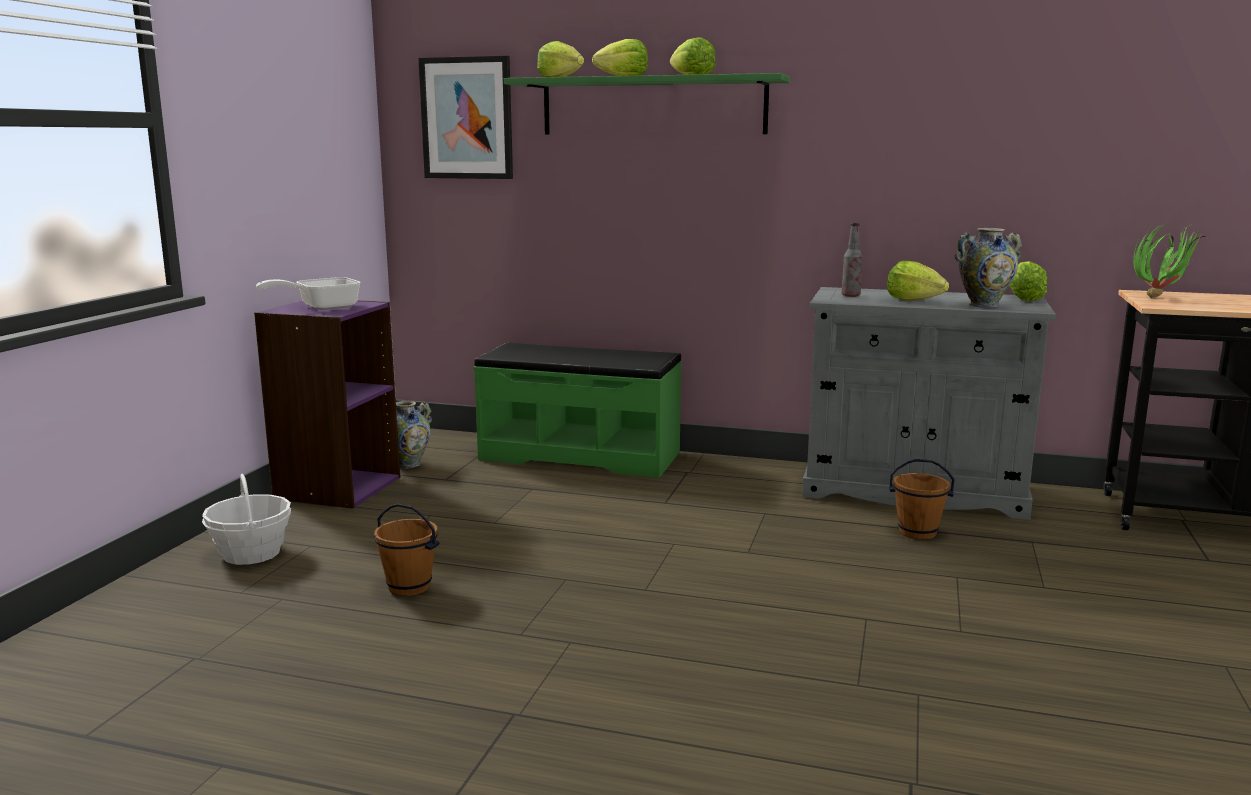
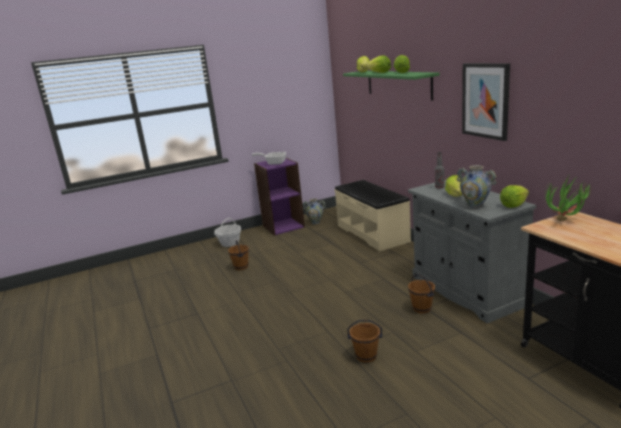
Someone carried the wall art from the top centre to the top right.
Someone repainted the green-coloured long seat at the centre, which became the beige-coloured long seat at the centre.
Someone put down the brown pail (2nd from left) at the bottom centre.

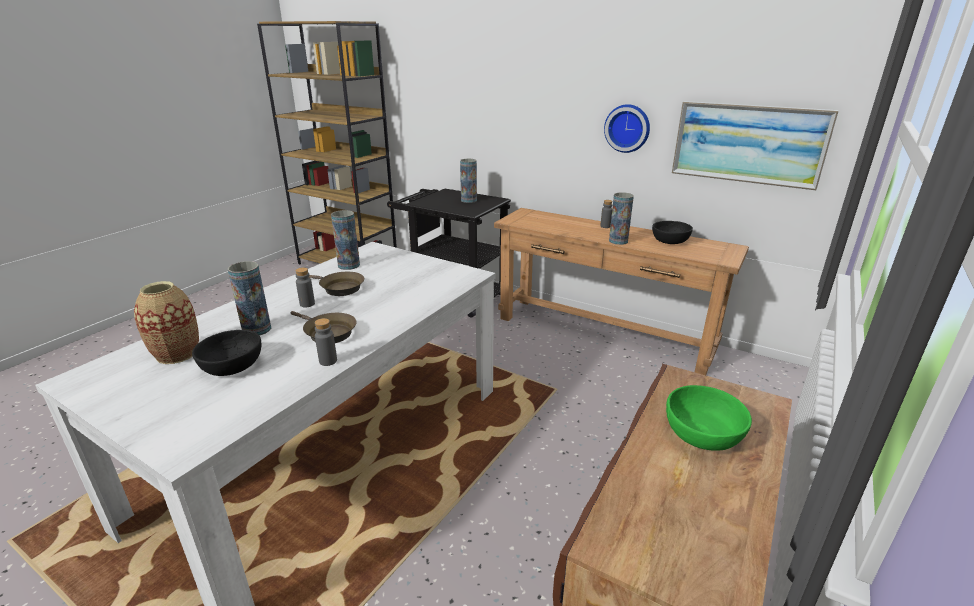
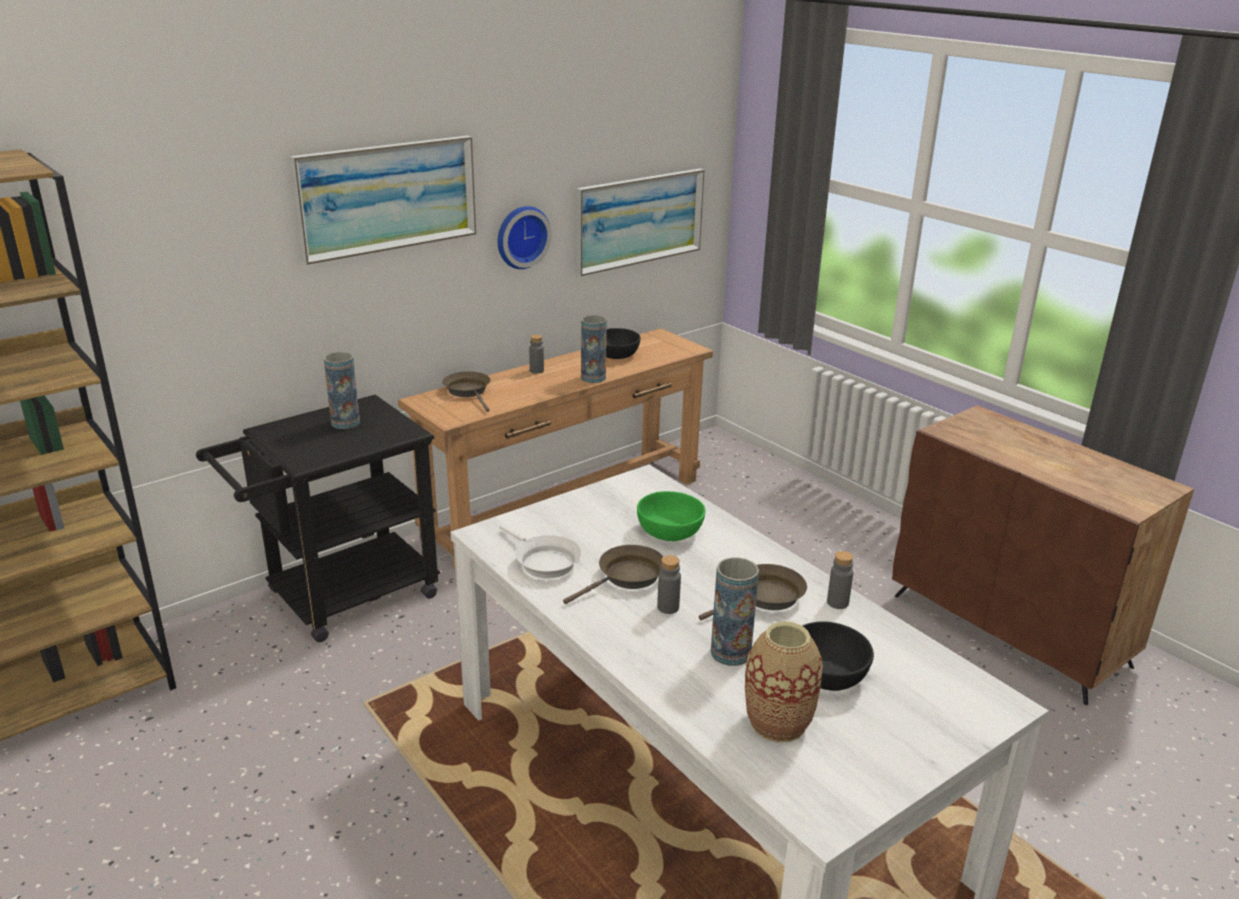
Someone swapped the decorative vase (3rd from left) at the centre for the white-coloured pan at the centre.
Someone carried the green-coloured serving bowl from the bottom right to the centre.
Someone put up the wall art (1st from left) at the top left.
Someone put down the brown pan (1st from left) at the centre.

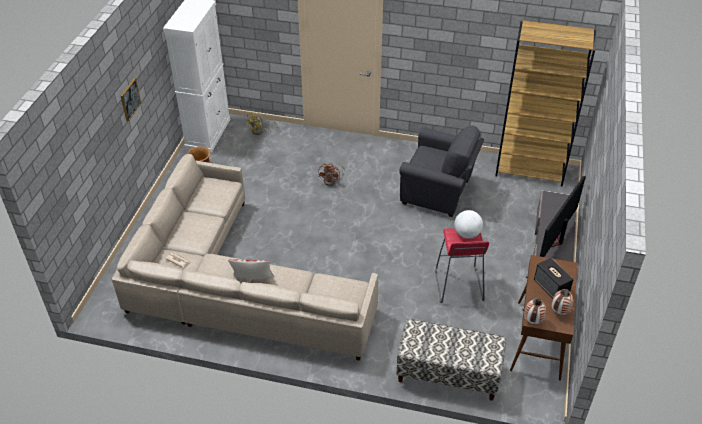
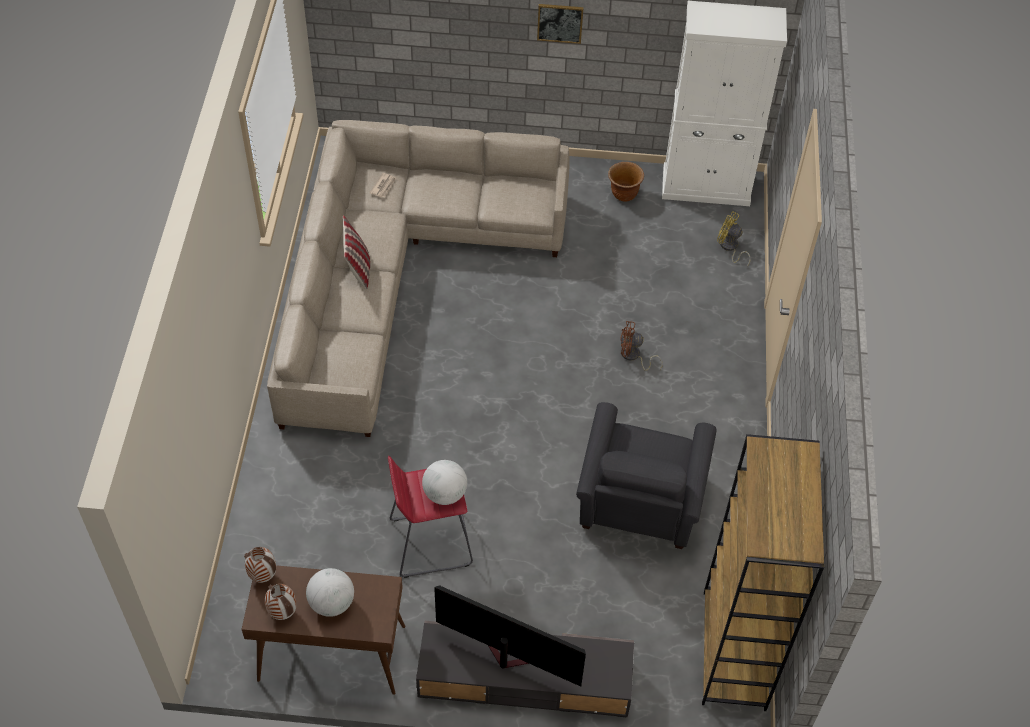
Someone swapped the audio speaker at the middle right for the world globe (1st from left) at the bottom left.
Someone took away the long seat at the bottom centre.

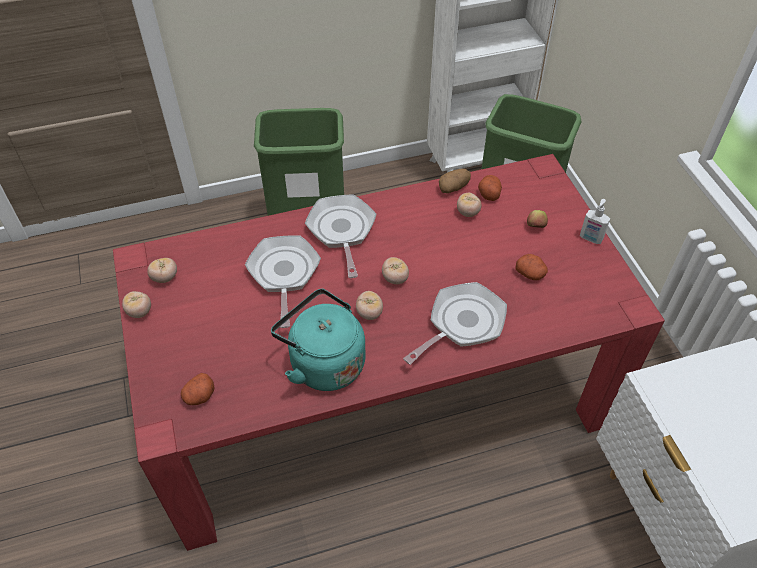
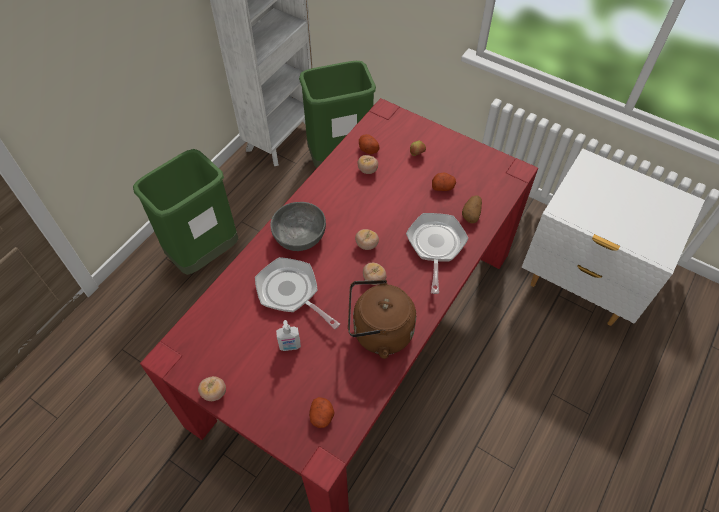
Someone carried the potato (2nd from left in the first image) from the top centre to the centre.
Someone swapped the pan (2nd from left) at the centre for the gray serving bowl at the centre.
Someone carried the soap bottle from the middle right to the centre.
Someone took away the fresh tomato (2nd from left) at the middle left.
Someone repainted the turquoise-coloured kettle at the centre, which became the brown kettle at the centre.

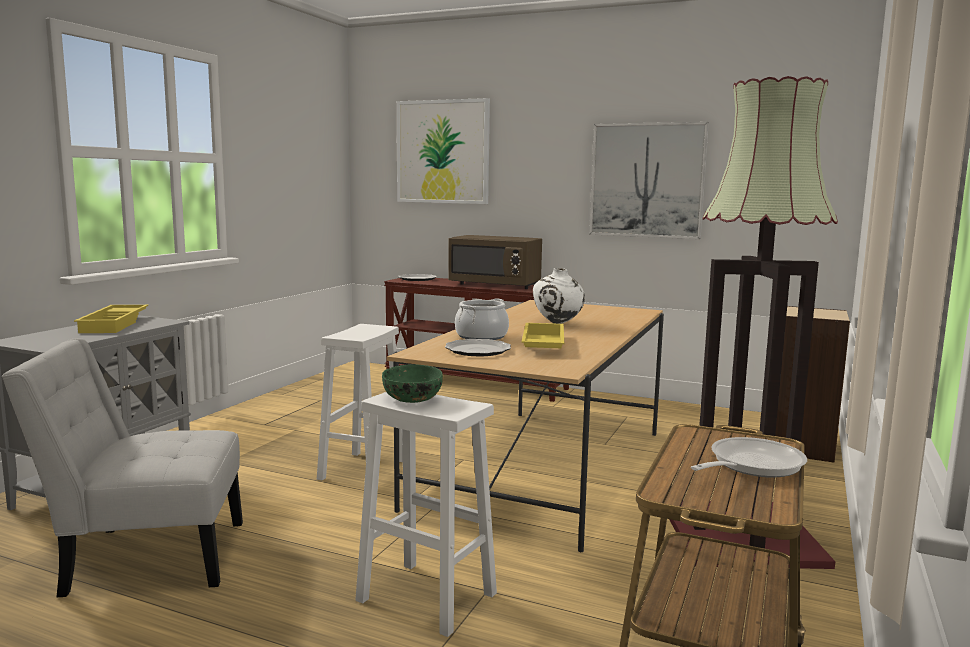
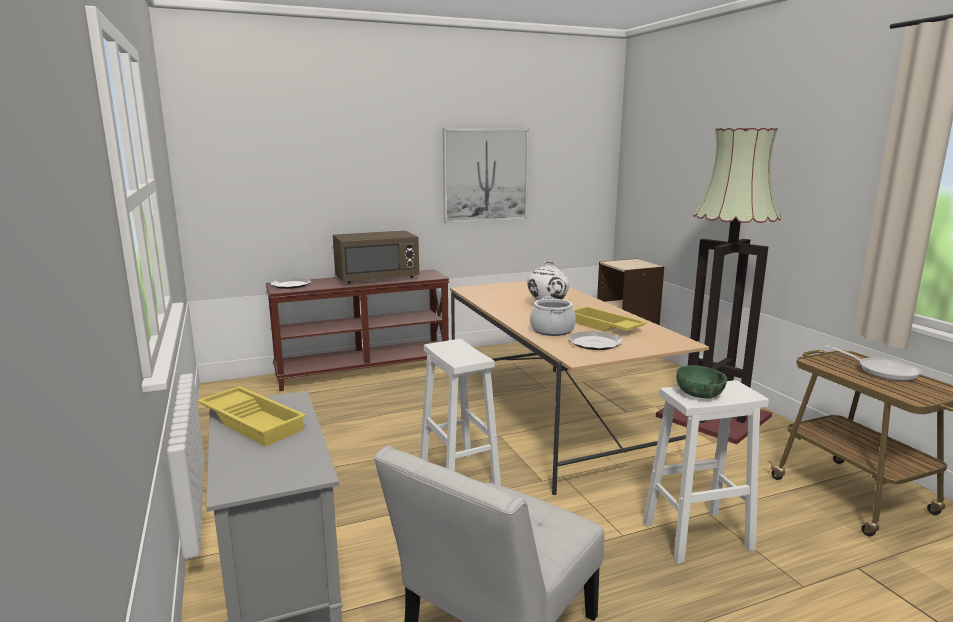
Someone took away the wall art (1st from left) at the top centre.
Someone rotated the pan at the bottom right by 135 degrees clockwise.

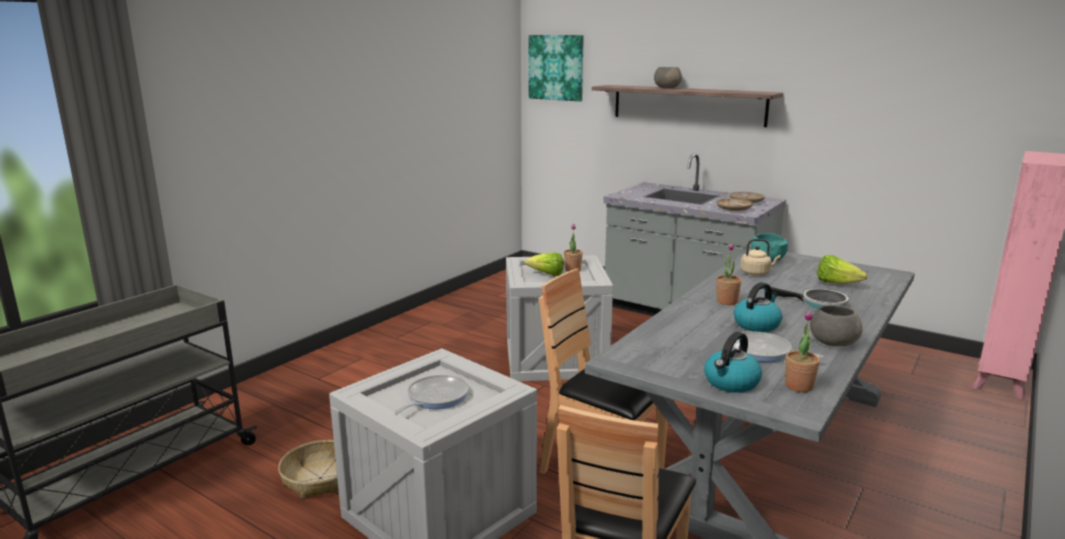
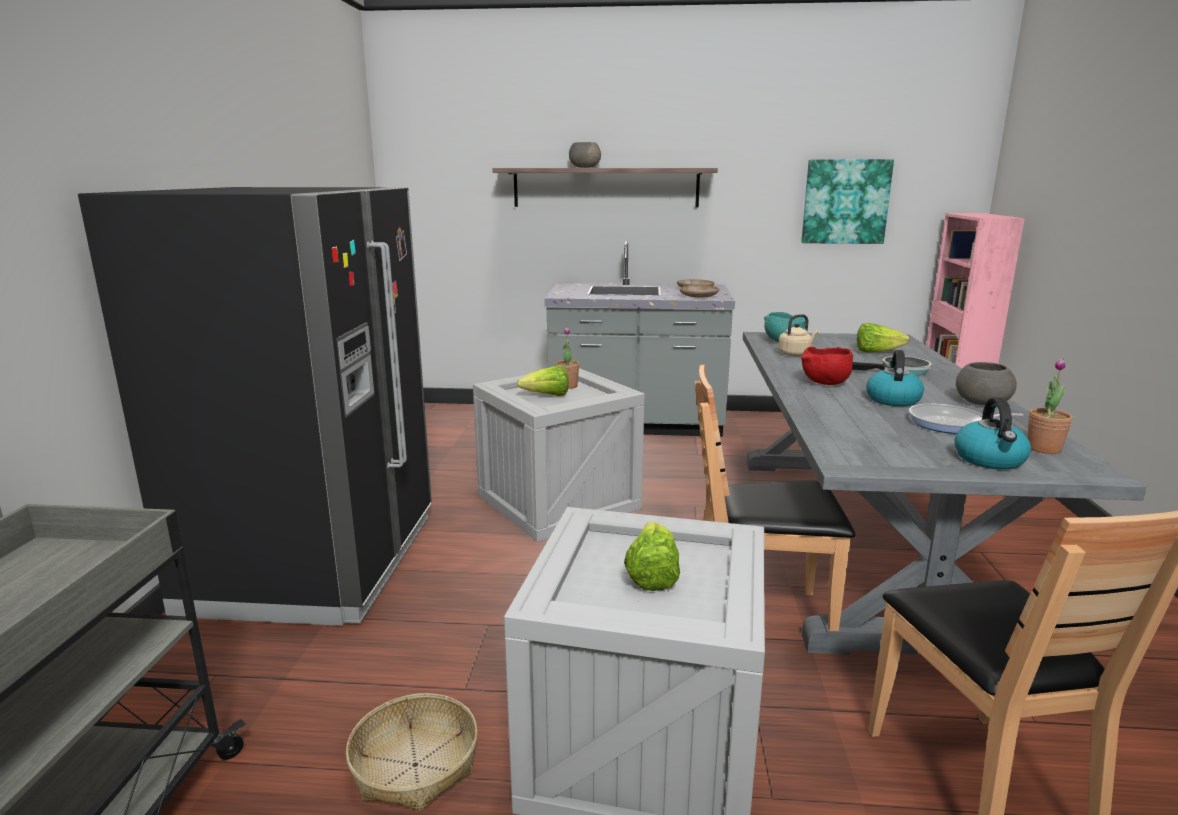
Someone carried the wall art from the top centre to the top right.
Someone swapped the houseplant (2nd from left) at the middle right for the red serving bowl at the middle right.
Someone swapped the pan (1st from left) at the bottom centre for the lettuce head (2nd from left) at the bottom centre.
Someone put down the black kitchen fridge at the middle left.

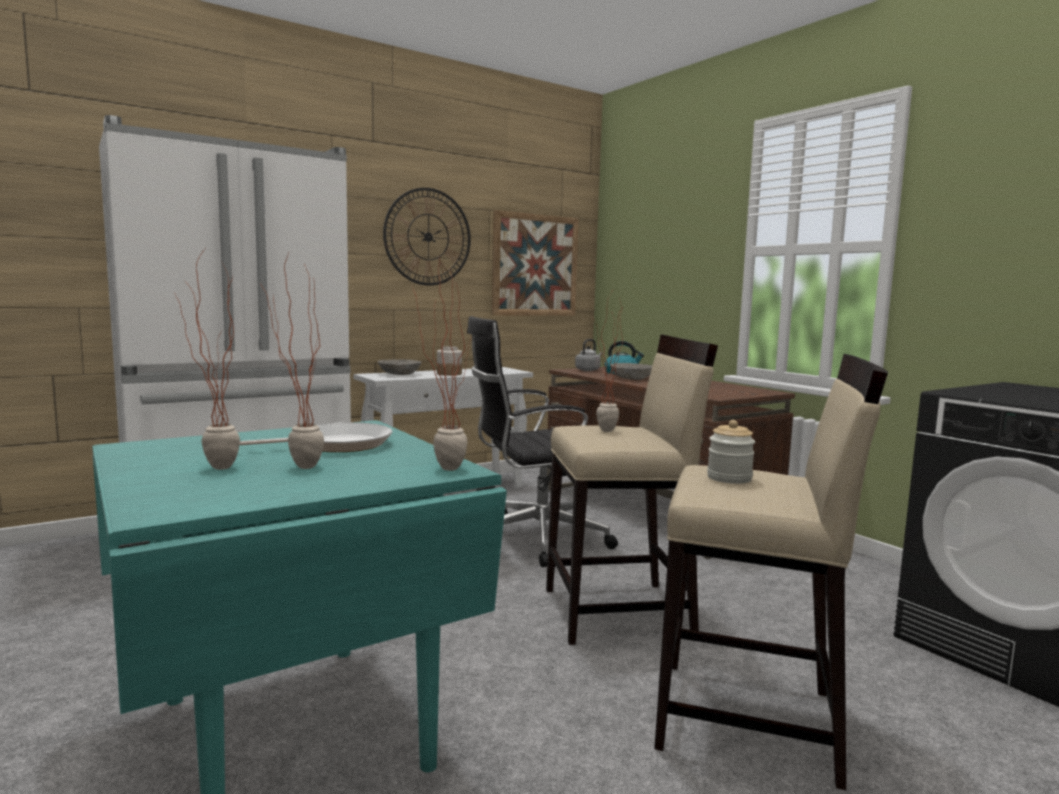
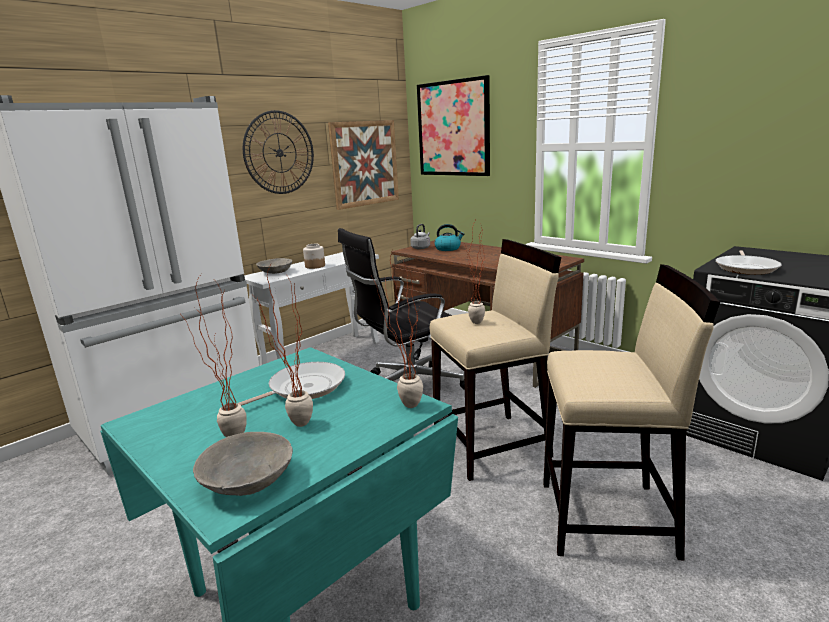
Someone carried the gray serving bowl (2nd from left in the first image) from the centre to the bottom left.
Someone took away the preserve jar (2nd from left) at the middle right.
Someone put up the wall art (2nd from left) at the top centre.
Someone put down the pan (2nd from left) at the middle right.

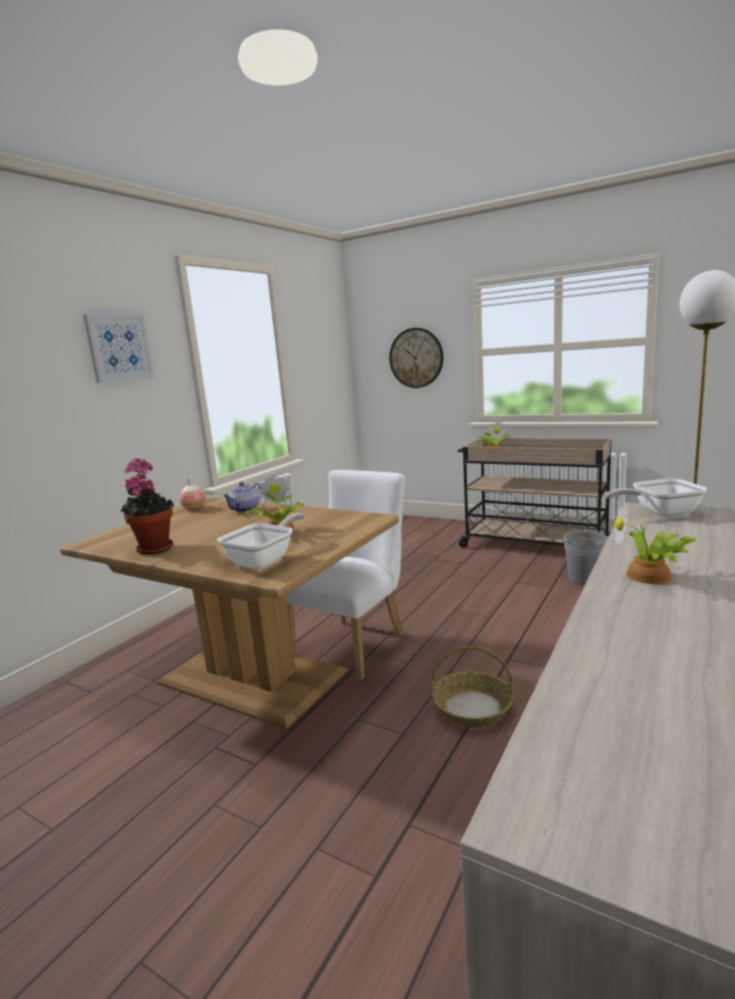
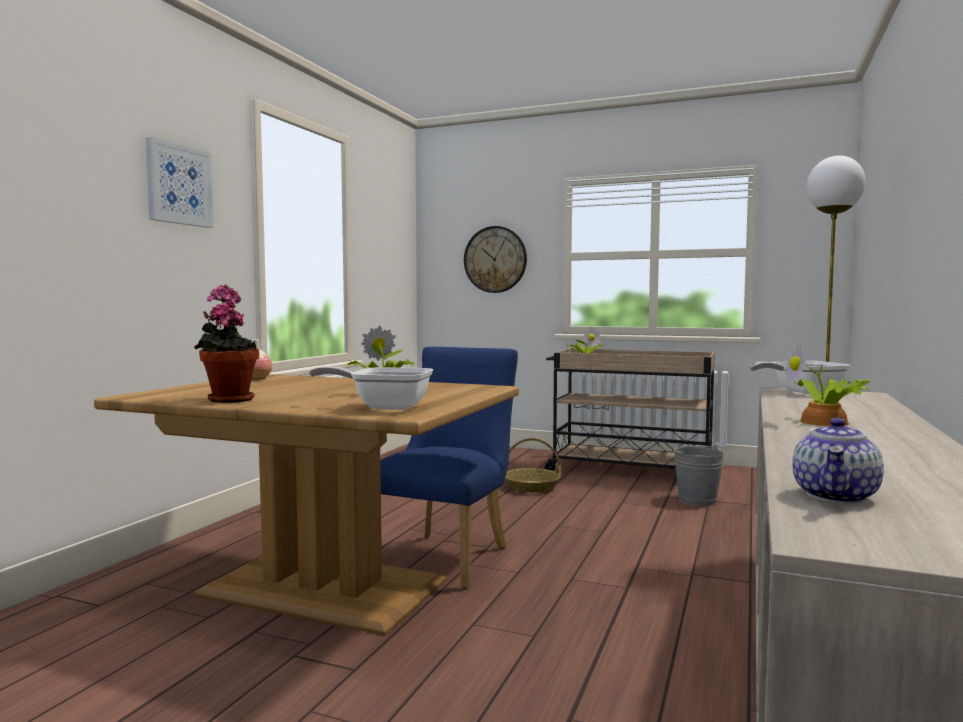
Someone repainted the white-coloured chair at the centre, which became the blue-coloured chair at the centre.
Someone carried the tea pot from the middle left to the middle right.
Someone rotated the pan (1st from left) at the centre by 105 degrees counterclockwise.
Someone carried the household basket from the bottom centre to the centre.

